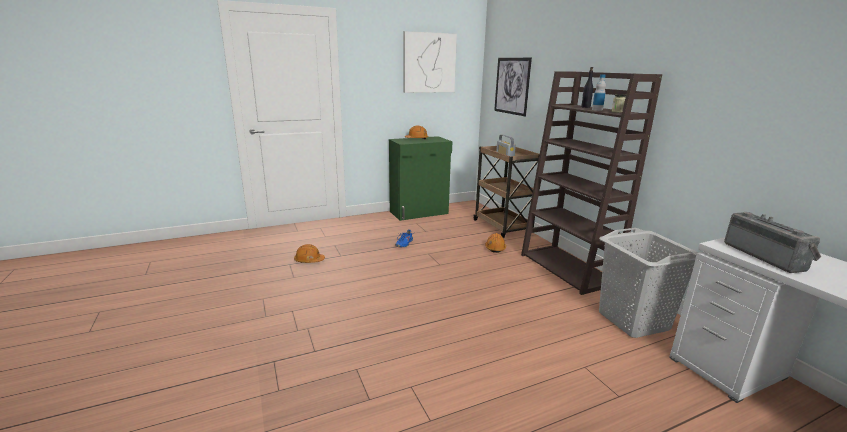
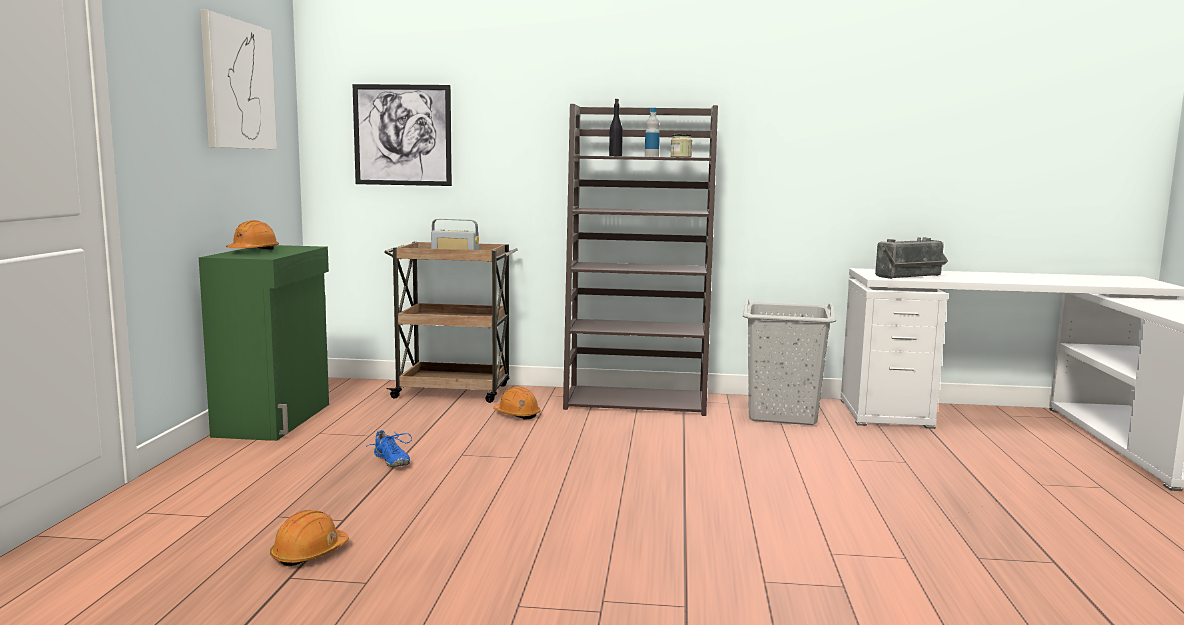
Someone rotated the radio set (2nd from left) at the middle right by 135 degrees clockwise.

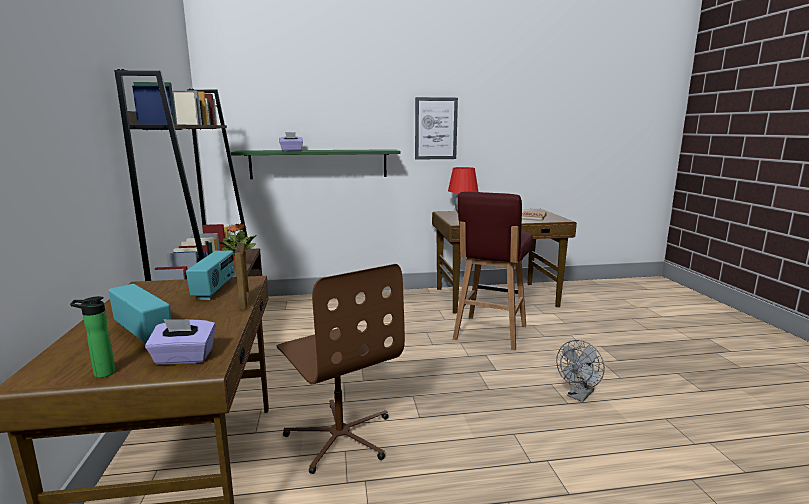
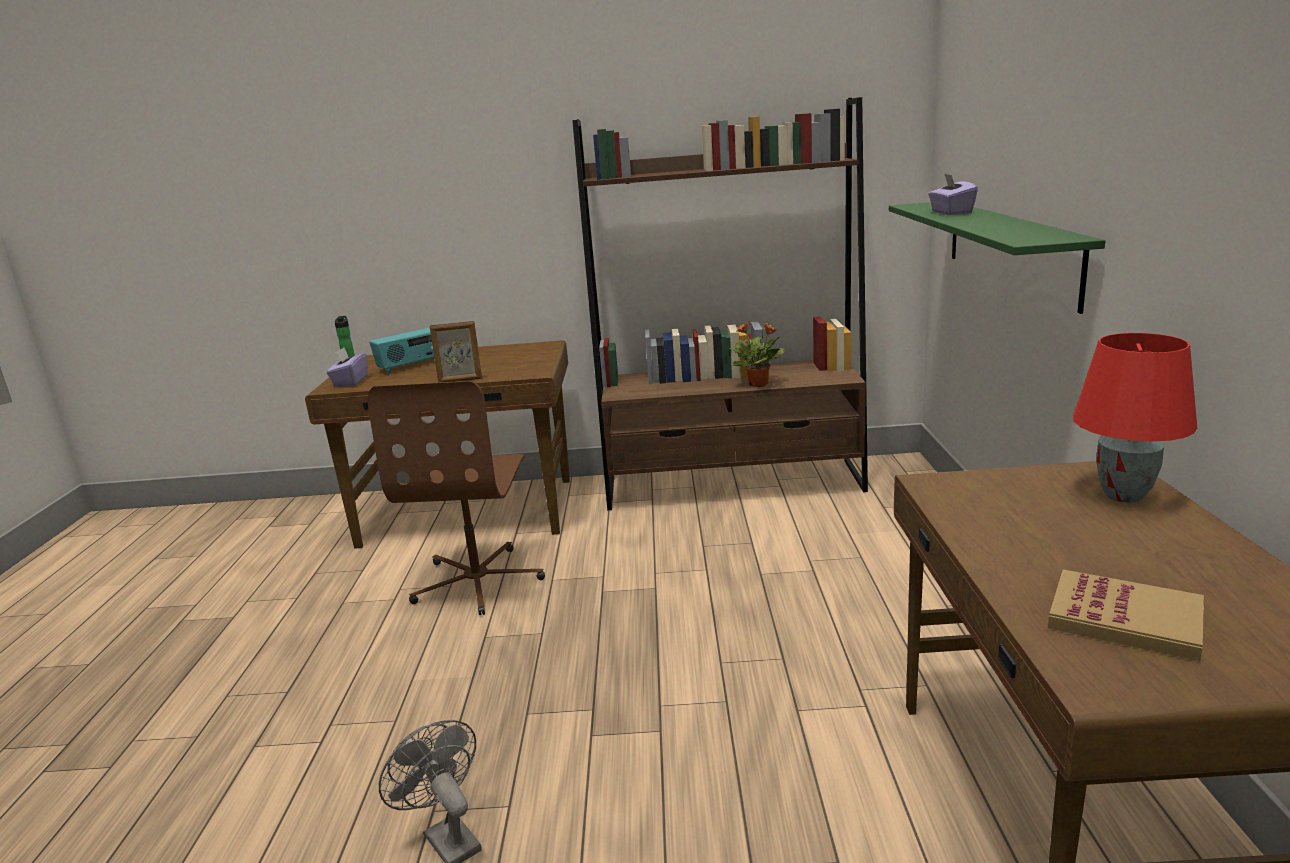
Someone took away the wall art at the top centre.
Someone took away the red stool seat at the centre.
Someone took away the radio set (2nd from left) at the middle left.
Someone rotated the brown office chair at the bottom centre by 60 degrees counterclockwise.

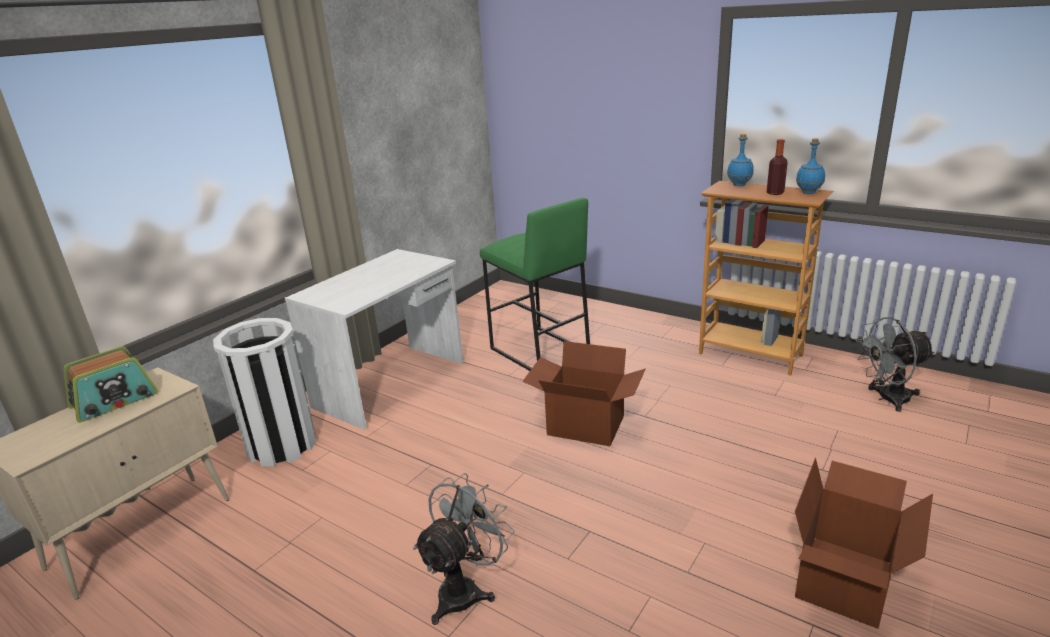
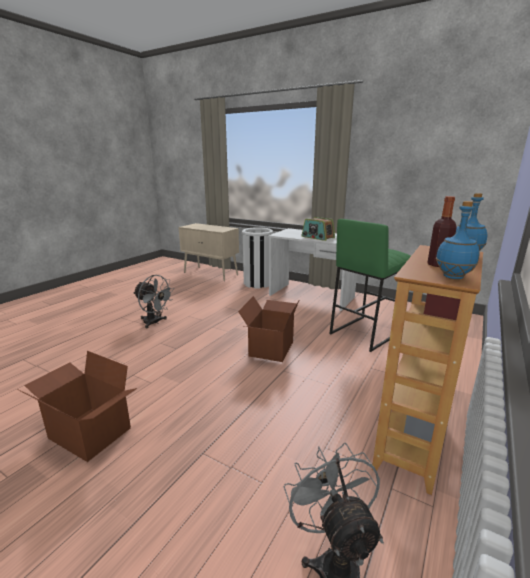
Someone carried the radio set from the middle left to the centre.

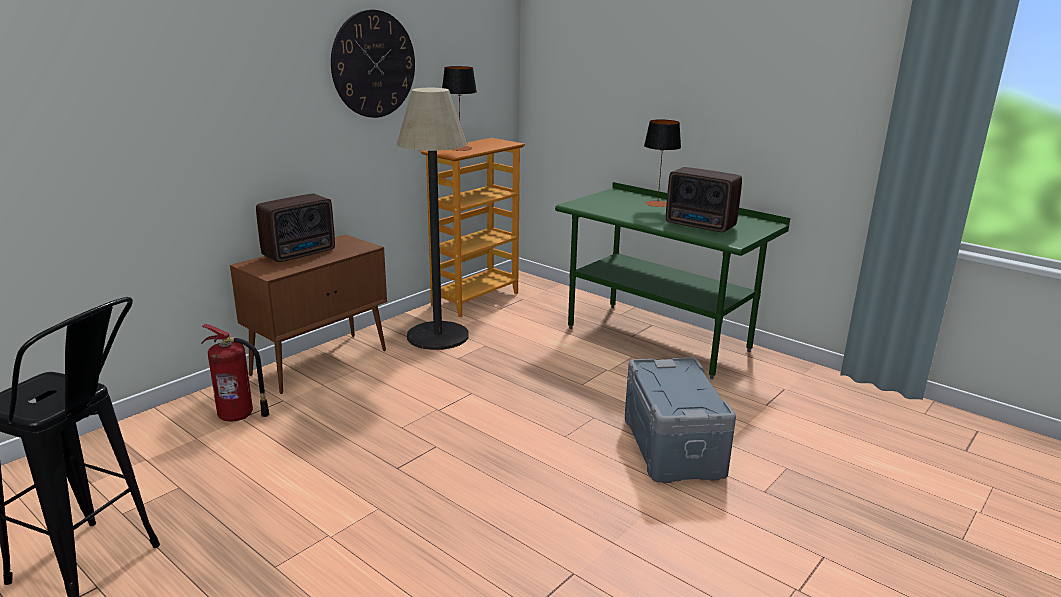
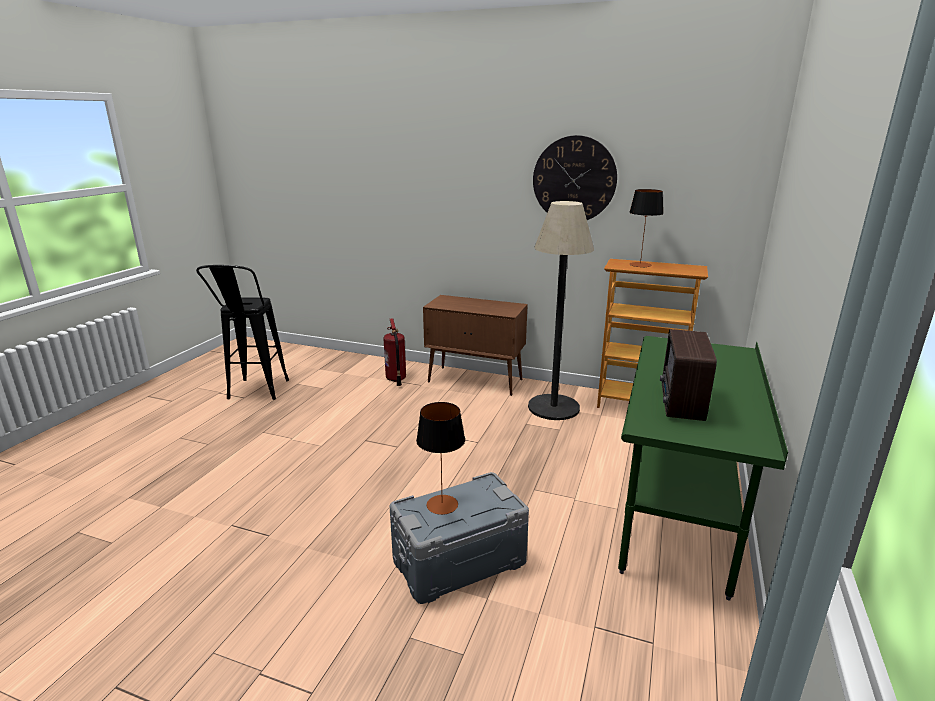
Someone carried the lamp for a table (2nd from left in the first image) from the top centre to the centre.
Someone took away the radio set (1st from left) at the middle left.

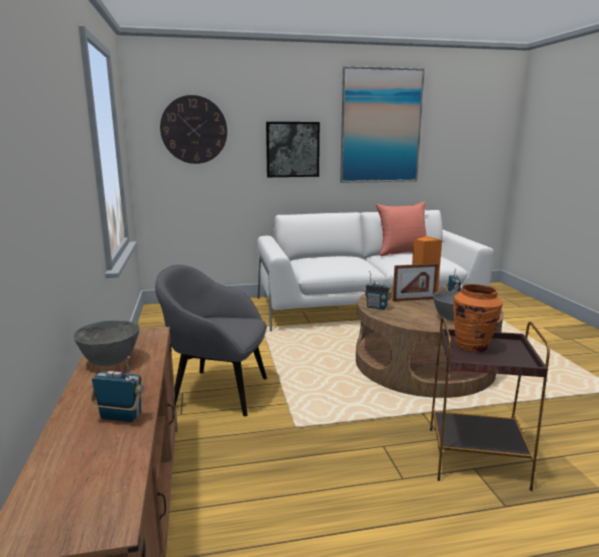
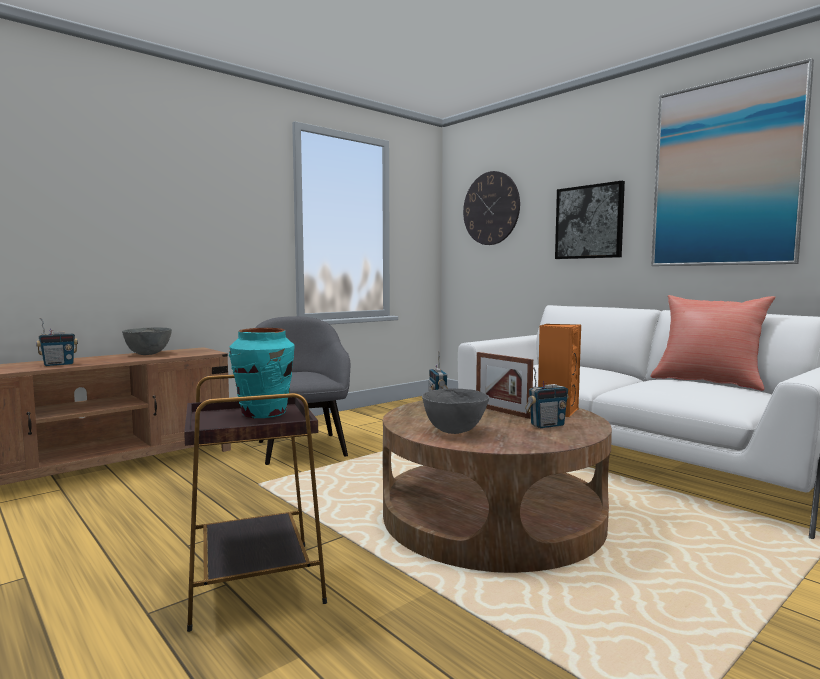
Someone repainted the orange decorative vase at the middle right, which became the turquoise-coloured decorative vase at the middle left.
Someone rotated the radio set (1st from left) at the bottom left by 75 degrees clockwise.

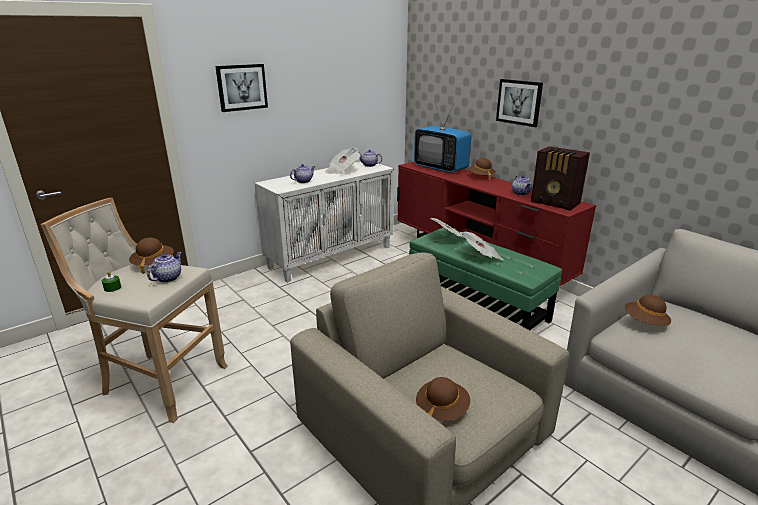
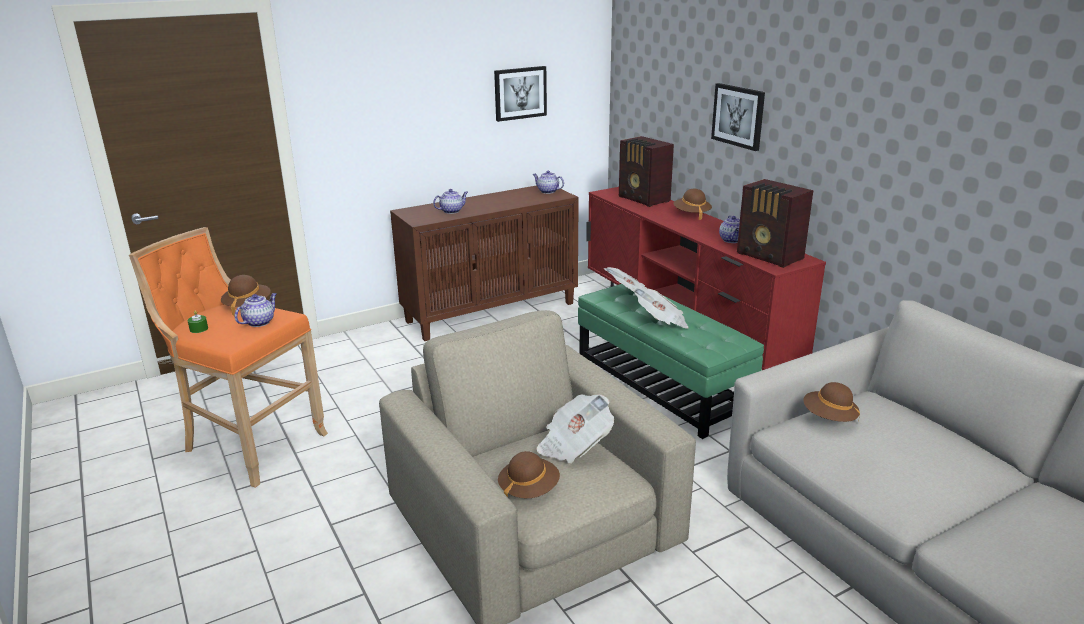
Someone carried the wall art (1st from left) from the top left to the top centre.
Someone swapped the TV at the top centre for the radio set (1st from left) at the top centre.
Someone carried the newspaper (1st from left) from the top centre to the bottom centre.
Someone repainted the white-coloured cabinet at the centre, which became the brown cabinet at the centre.
Someone repainted the beige-coloured stool seat at the middle left, which became the orange stool seat at the middle left.

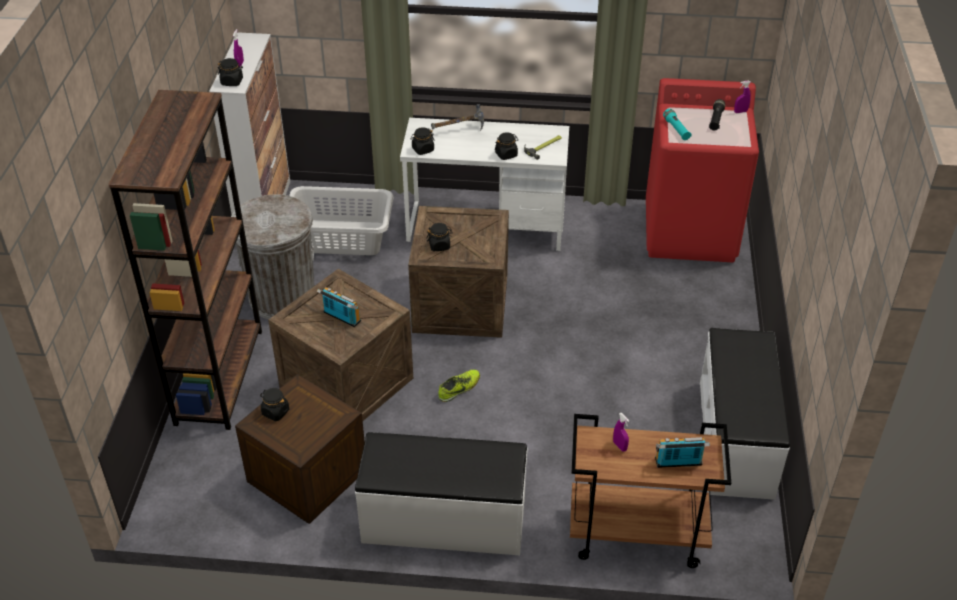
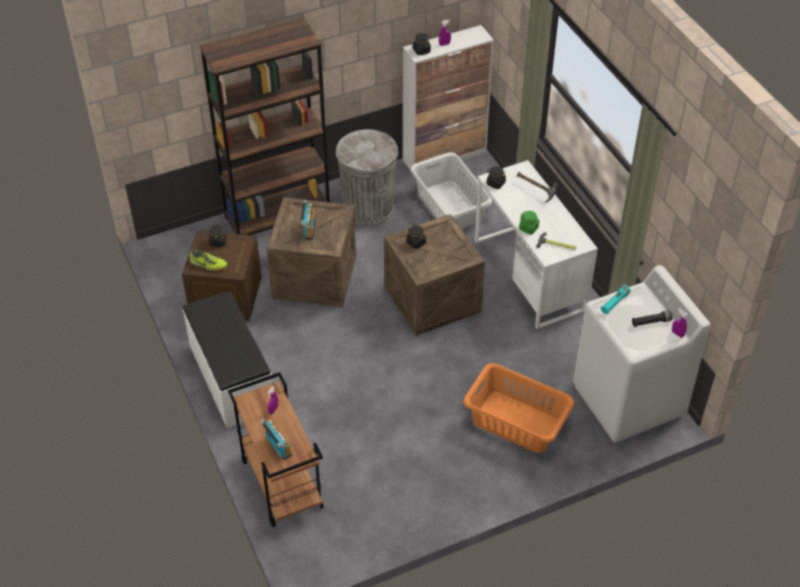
Someone repainted the red laundry appliance at the top right, which became the white-coloured laundry appliance at the middle right.
Someone repainted the black preserve jar (5th from left) at the top centre, which became the green-coloured preserve jar at the centre.
Someone took away the white-coloured long seat (2nd from left) at the bottom right.
Someone carried the low shoe from the centre to the middle left.
Someone put down the orange hamper at the bottom centre.

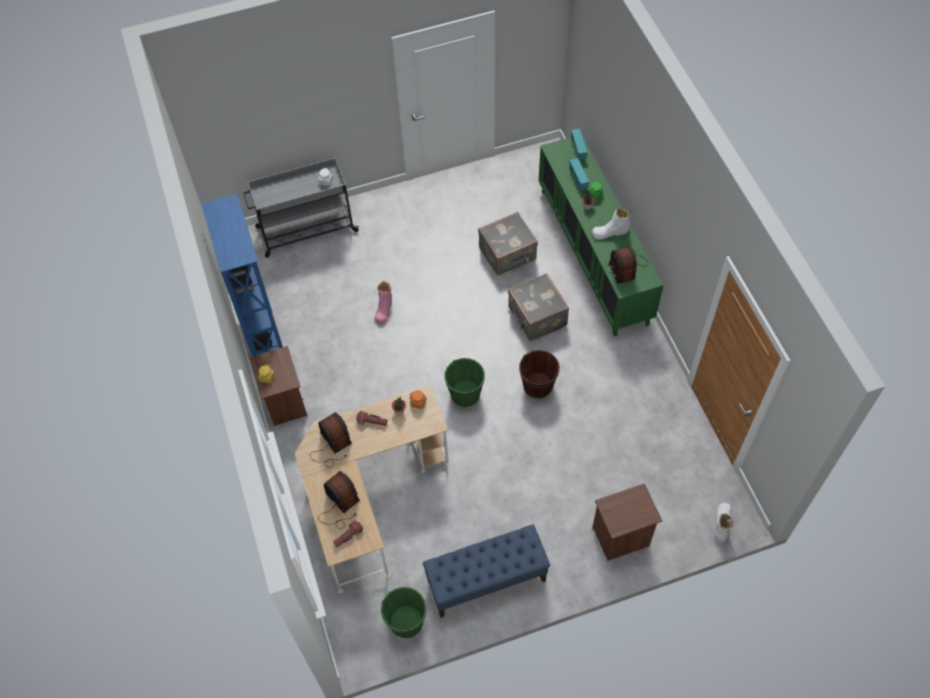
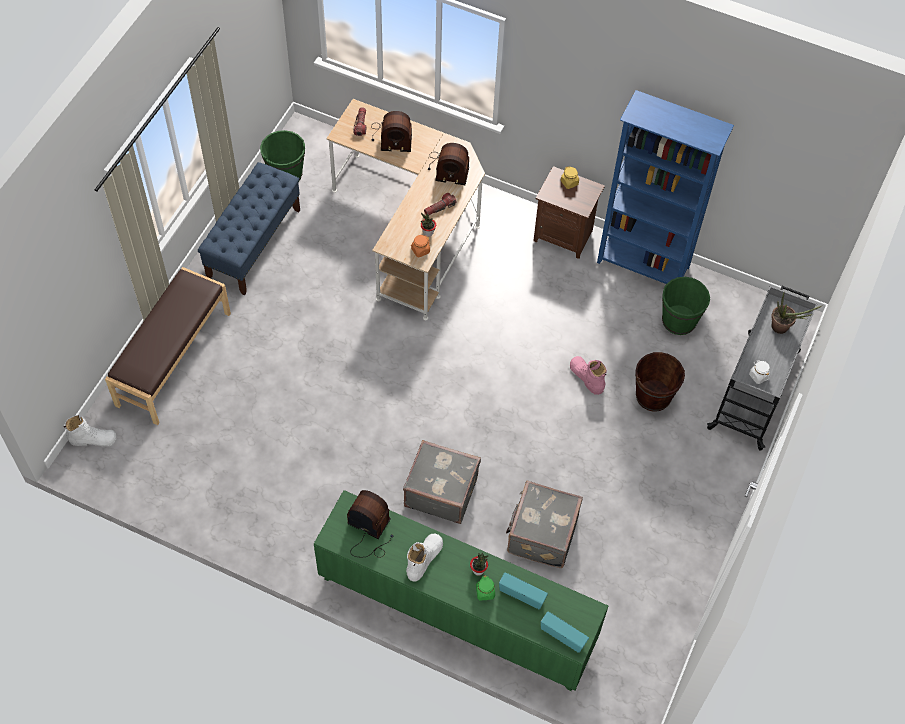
Someone carried the brown pail from the centre to the middle right.
Someone carried the green-coloured pail (2nd from left) from the centre to the middle right.
Someone swapped the brown bedside table (2nd from left) at the bottom right for the brown long seat at the middle left.
Someone rotated the white-coloured boot (2nd from left in the first image) at the bottom right by 60 degrees counterclockwise.
Someone put down the houseplant (3rd from left) at the middle right.

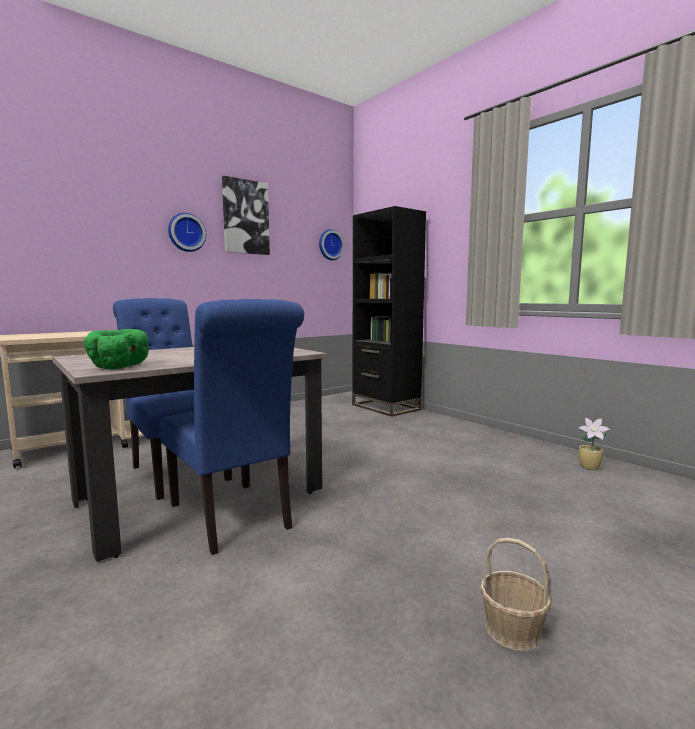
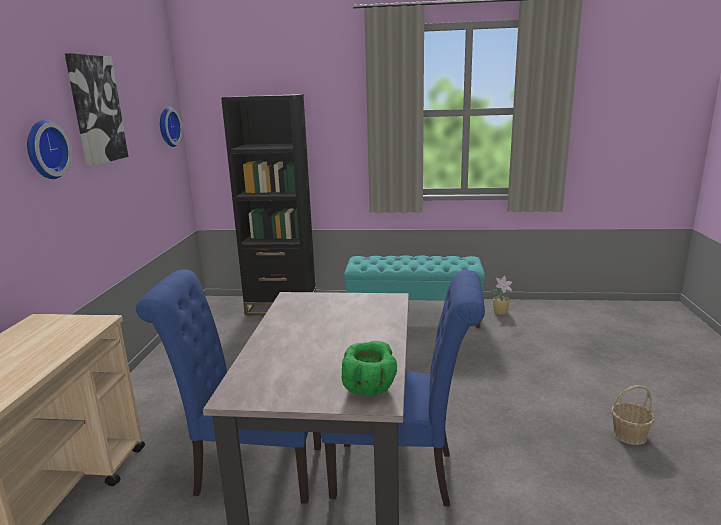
Someone put down the turquoise-coloured long seat at the centre.

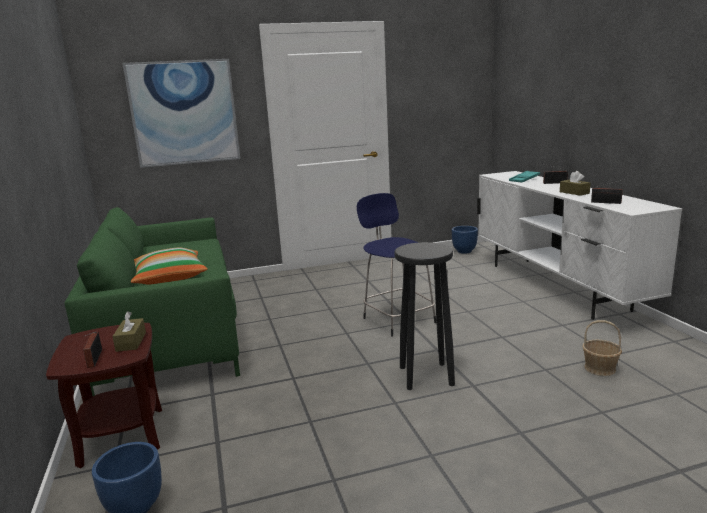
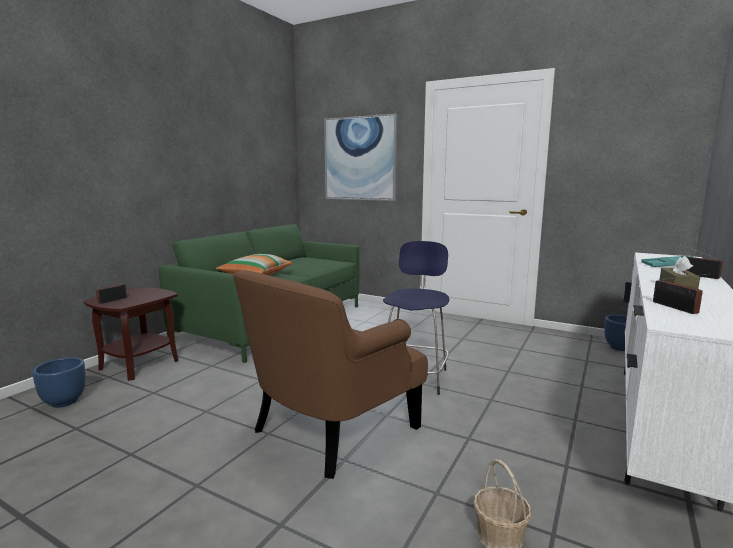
Someone swapped the black stool seat at the centre for the brown easy chair at the bottom centre.
Someone took away the brown tissue box (1st from left) at the middle left.

